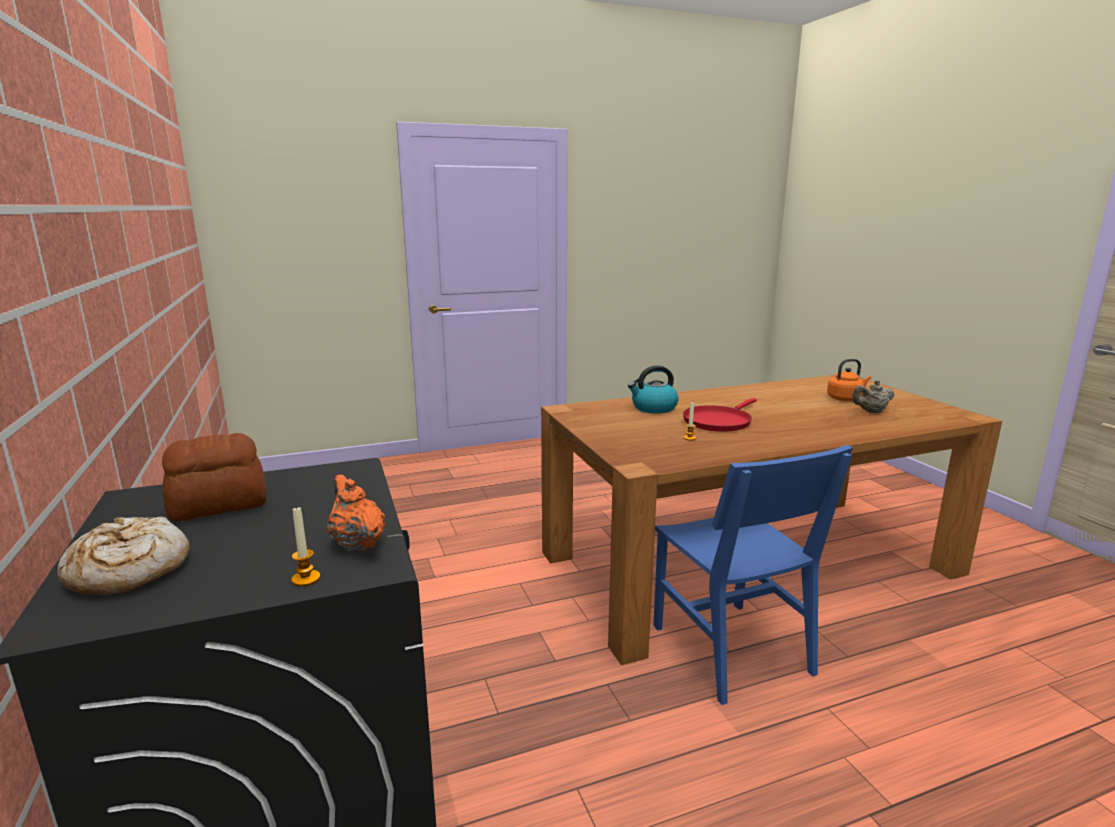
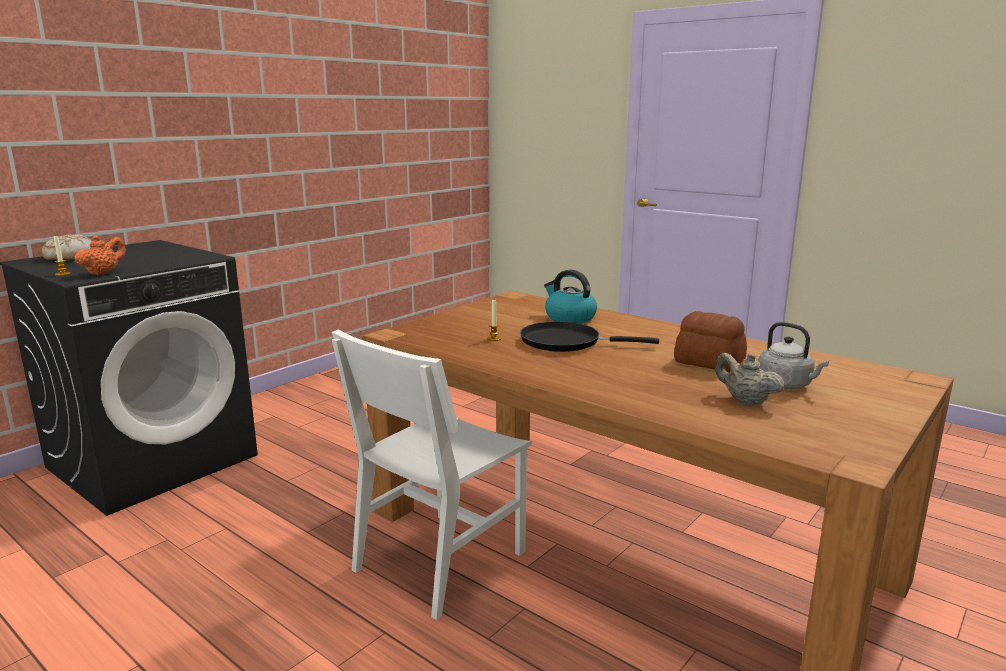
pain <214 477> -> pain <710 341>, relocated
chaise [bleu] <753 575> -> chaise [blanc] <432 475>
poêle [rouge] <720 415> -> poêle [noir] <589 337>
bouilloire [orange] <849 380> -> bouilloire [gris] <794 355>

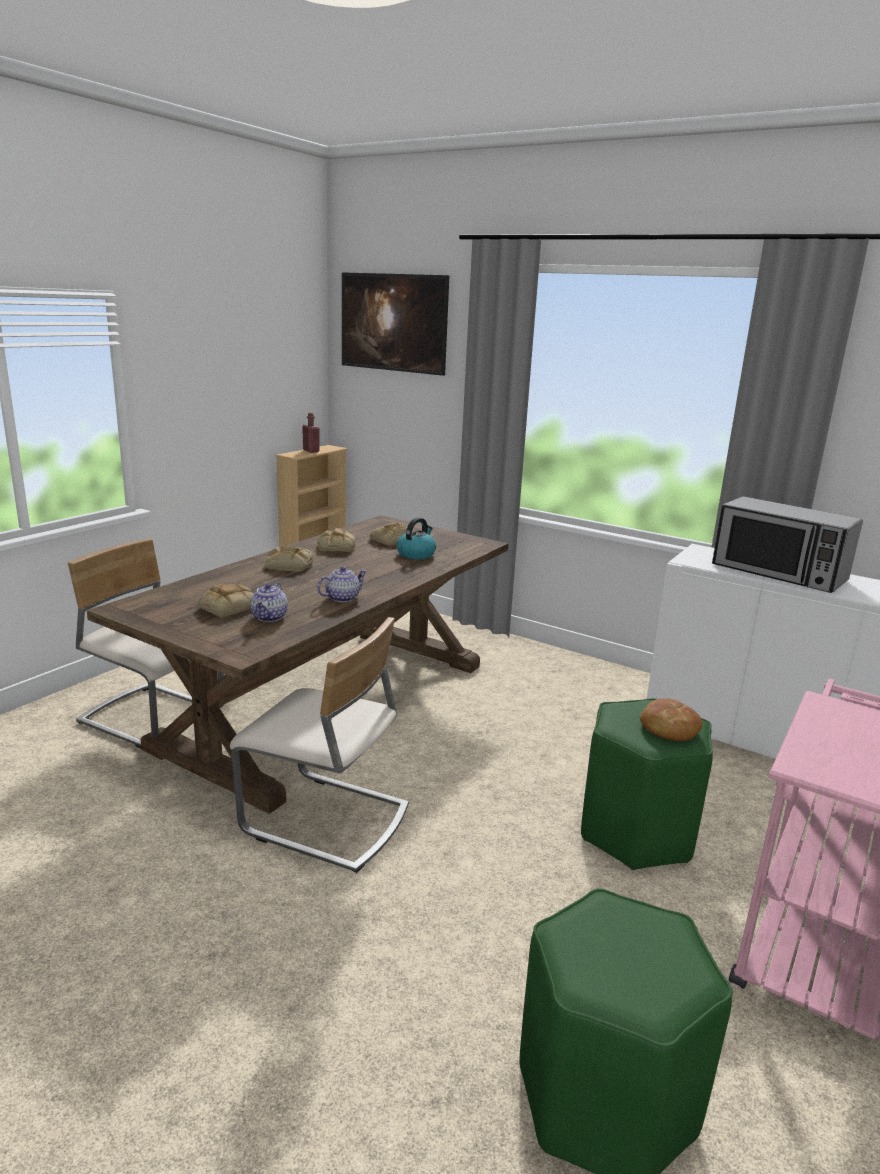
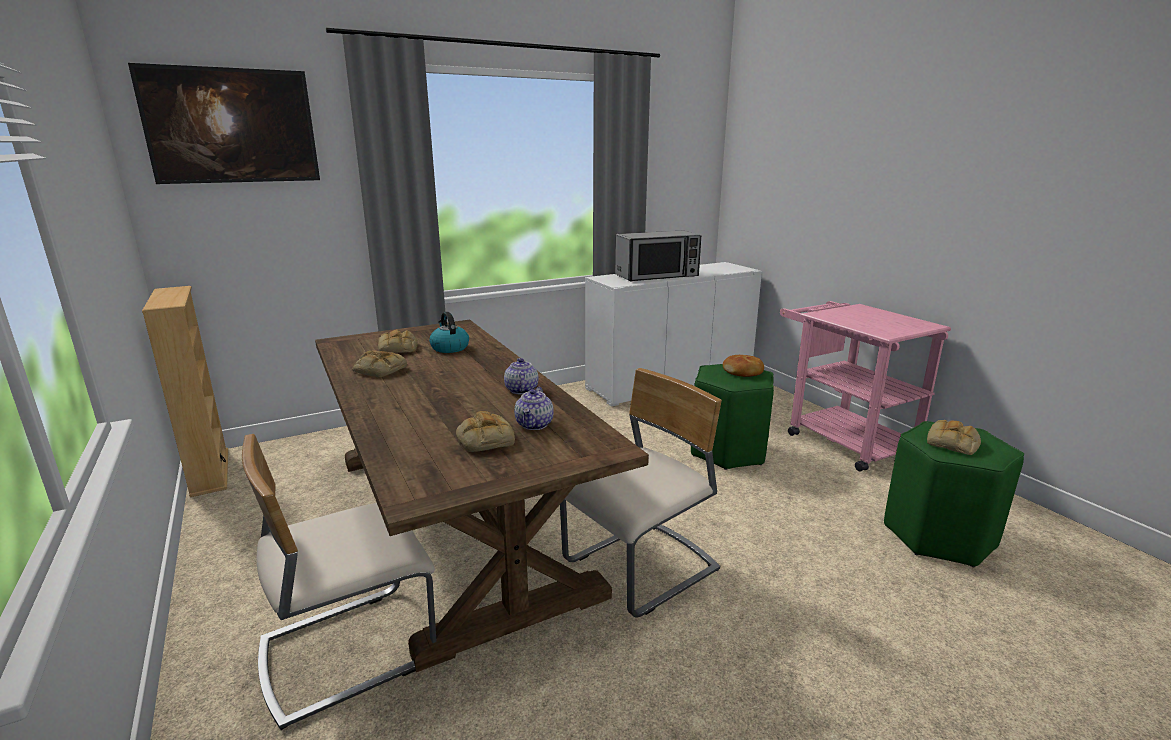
bouteille [rouge] <311 433> -> none
pain <289 559> -> pain <954 437>, relocated
théière <269 602> -> théière <534 408>, 60 degrees clockwise

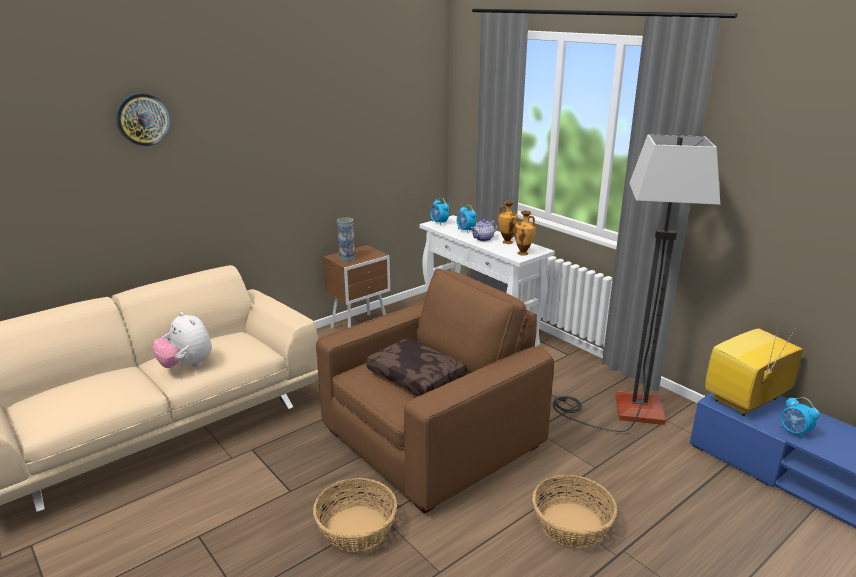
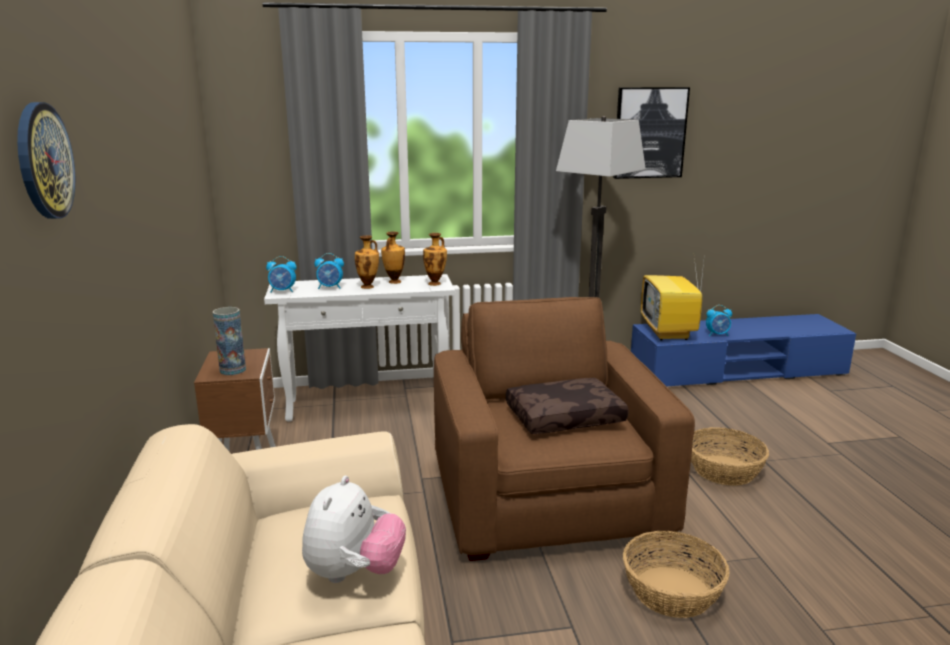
none -> tableau <651 133>
théière <484 230> -> vase <367 262>
peluche <182 340> -> peluche <354 529>, 60 degrees counterclockwise

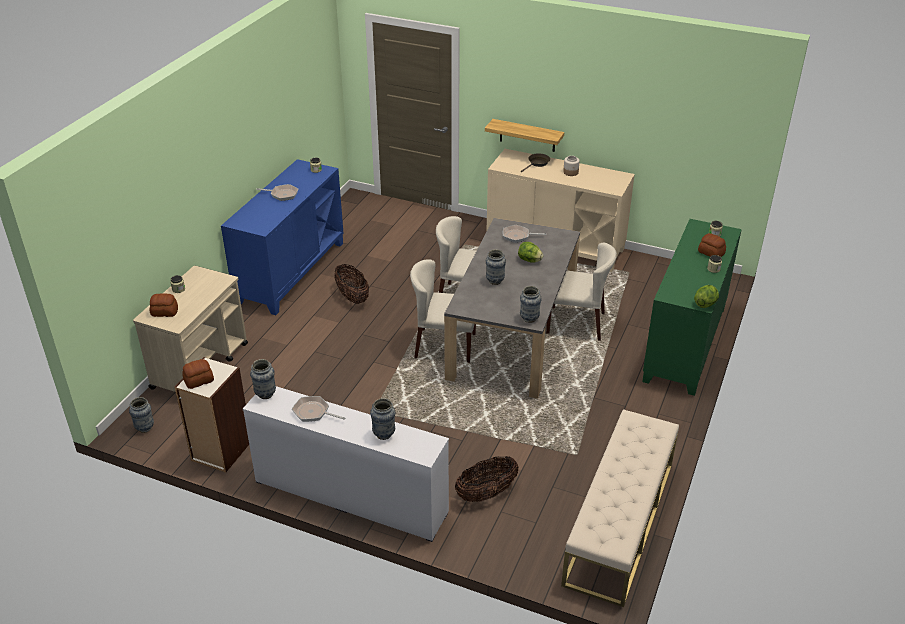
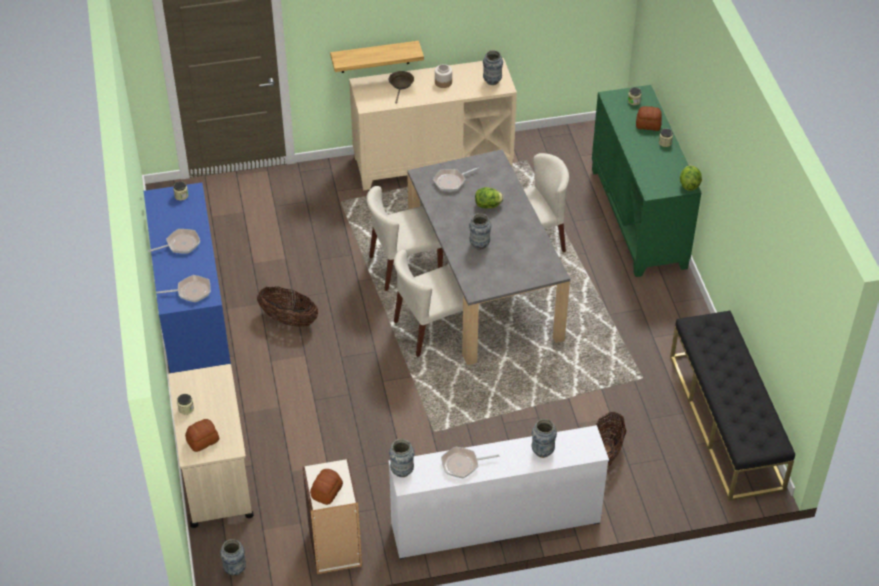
none -> poêle <184 288>
vase <531 304> -> vase <493 67>, relocated
banc [beige] <620 508> -> banc [noir] <732 405>

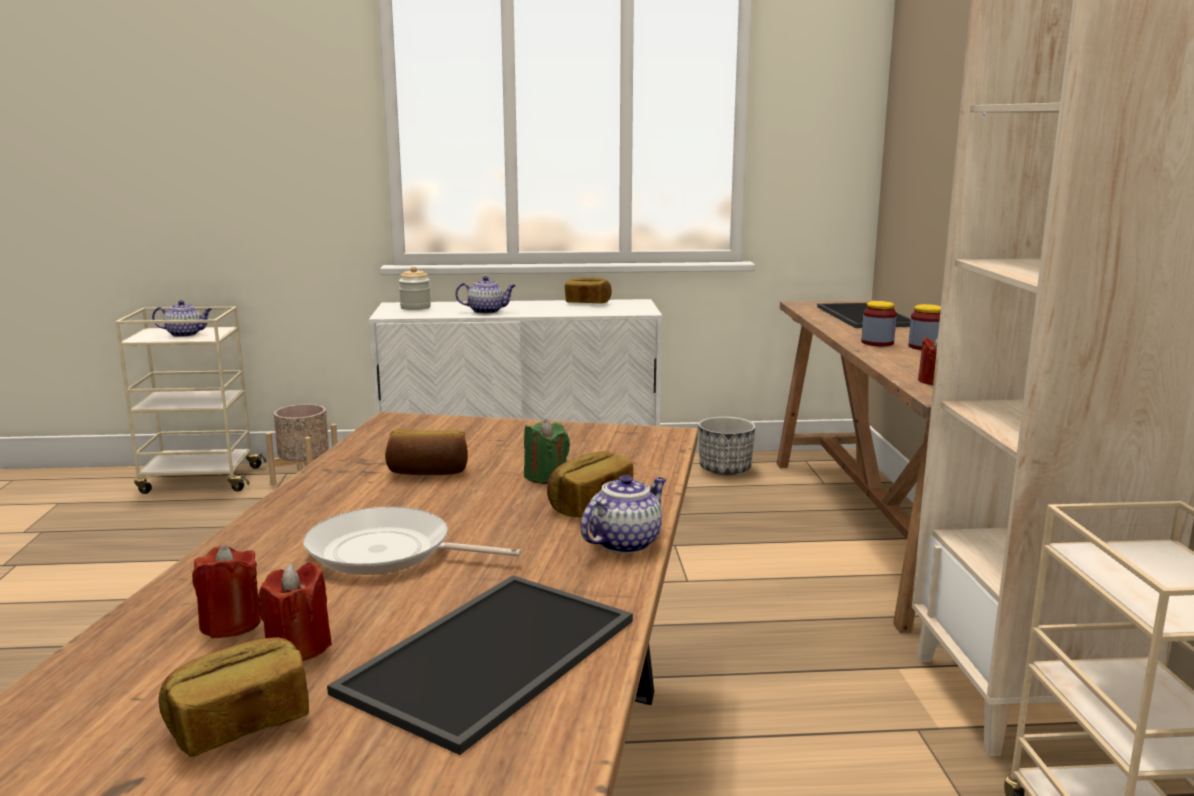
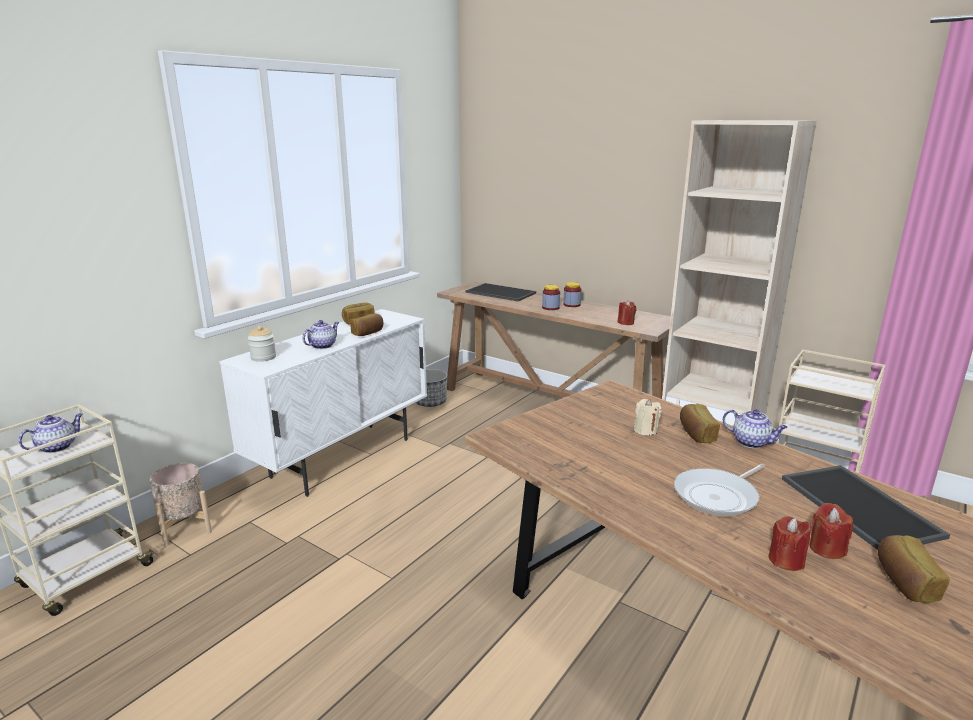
pain <426 452> -> pain <366 324>, relocated
bougie [vert] <547 451> -> bougie [beige] <647 417>
théière <624 514> -> théière <755 428>, 135 degrees clockwise

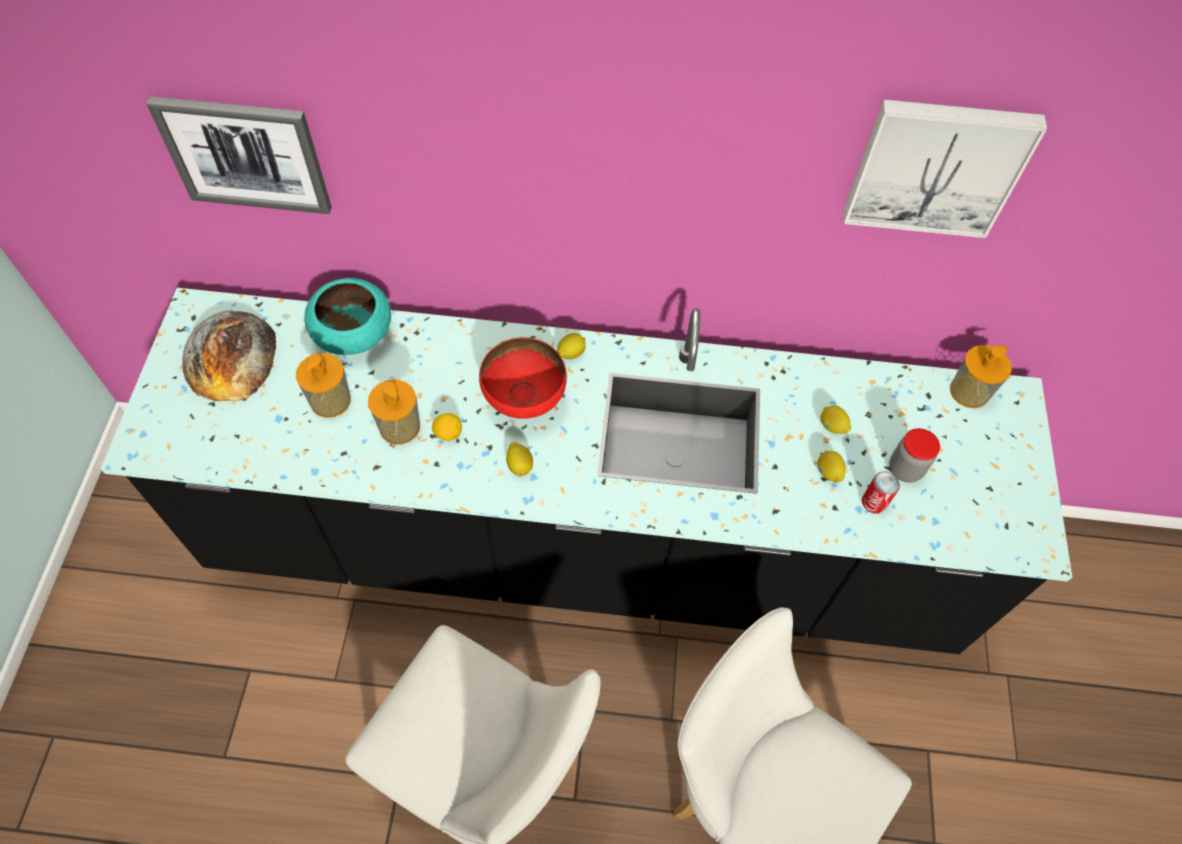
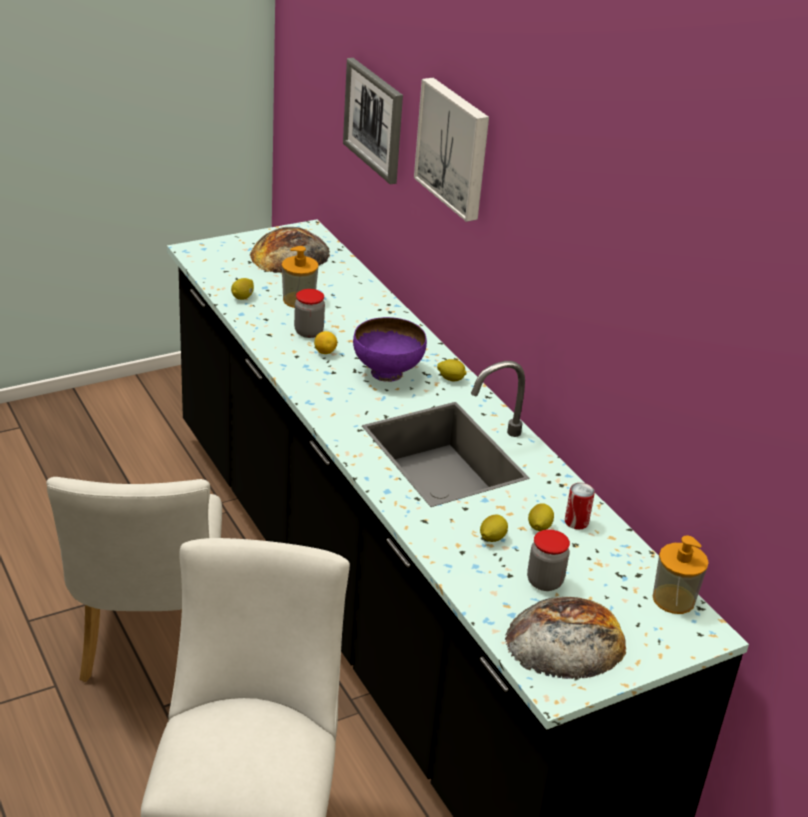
bol [turquoise] <347 316> -> none
none -> pain <565 638>
citron <519 458> -> citron <242 289>, relocated
tableau <945 168> -> tableau <451 150>, relocated
boîte métallique <881 492> -> boîte métallique <580 506>, relocated
distributeur de savon <394 412> -> bocal <309 313>
bol [rouge] <523 378> -> bol [violet] <390 349>

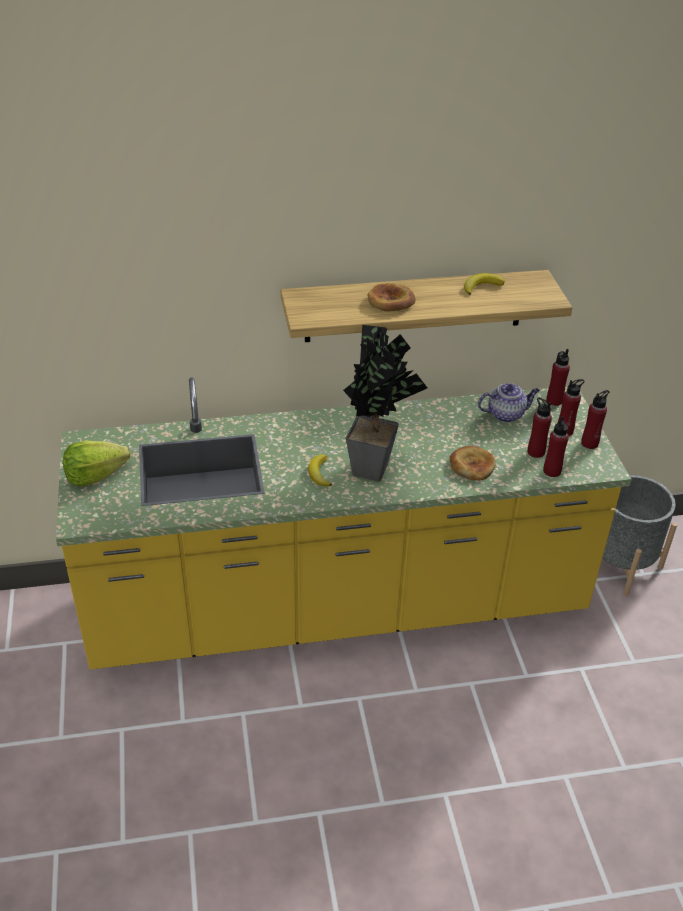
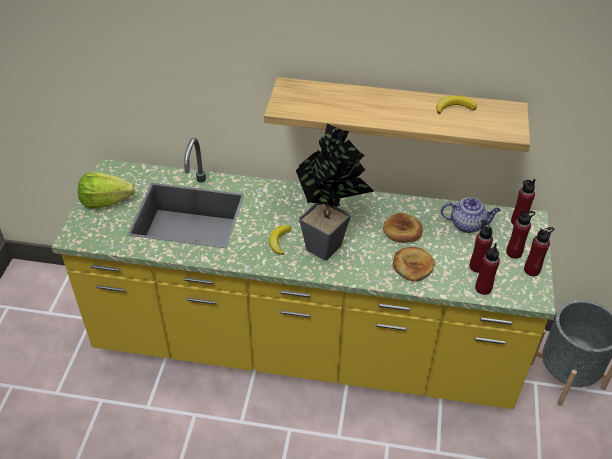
pain <392 297> -> pain <403 227>, relocated

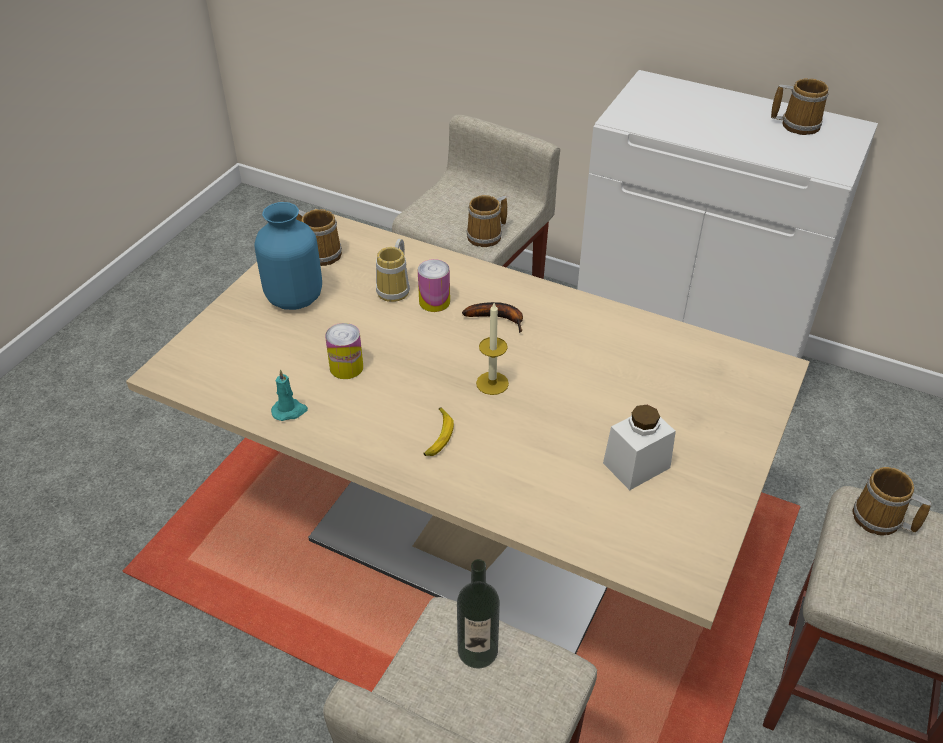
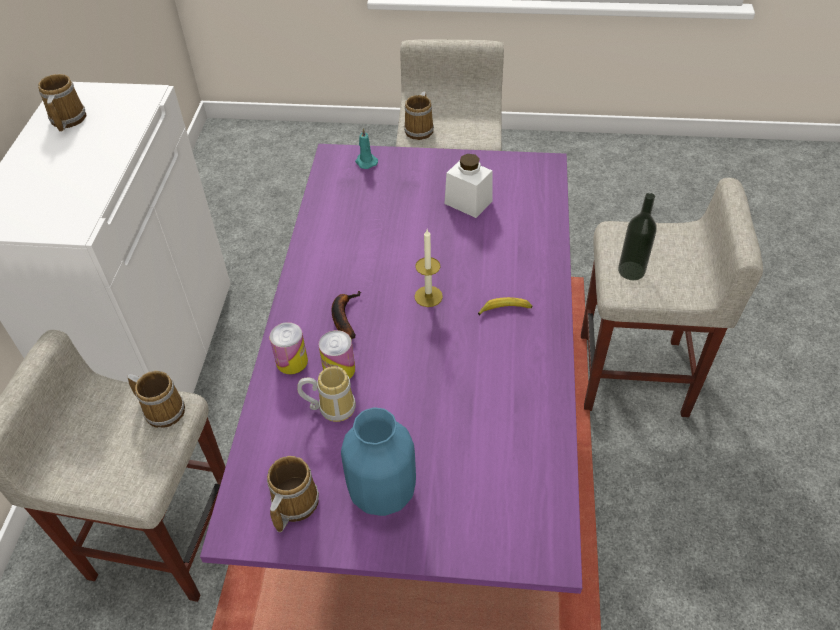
bougie [turquoise] <289 395> -> bougie [turquoise] <366 148>, relocated
boîte métallique <344 351> -> boîte métallique <288 348>, relocated
table à manger [beige] <468 431> -> table à manger [violet] <391 369>

